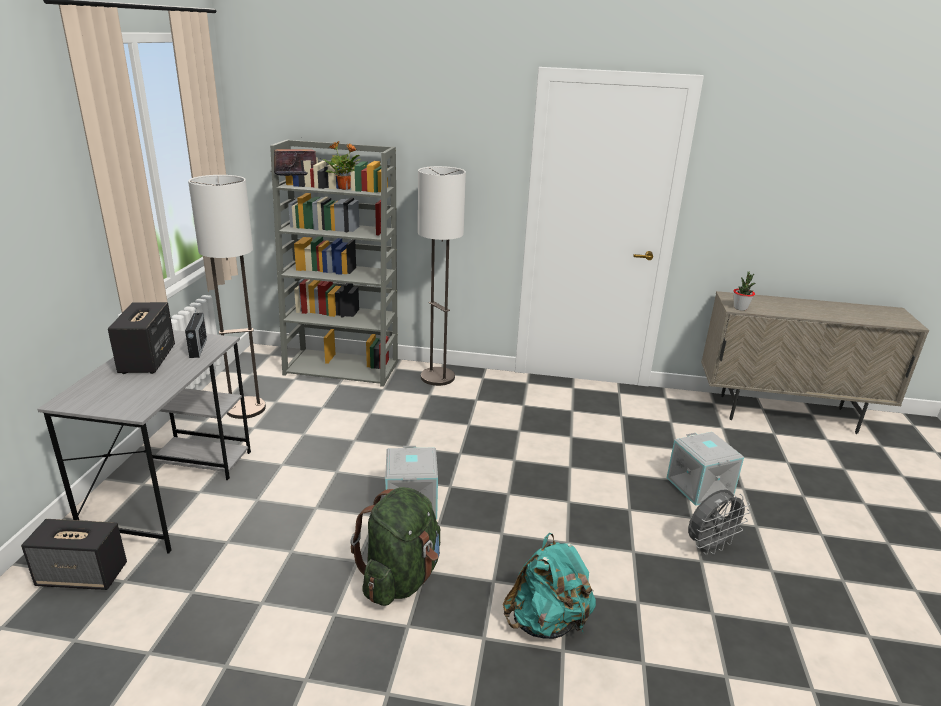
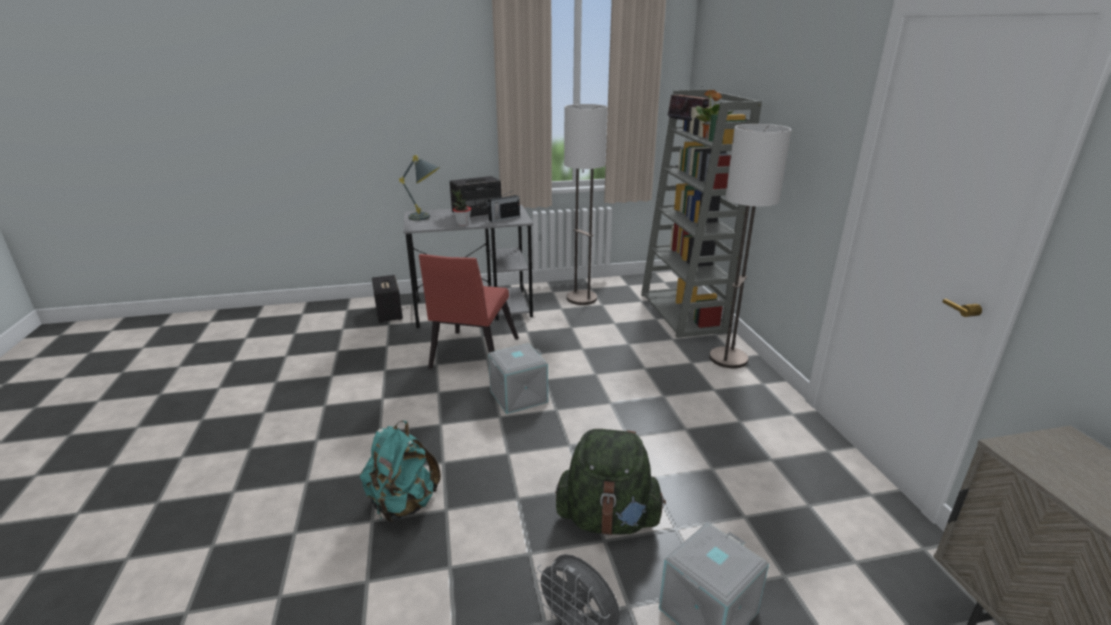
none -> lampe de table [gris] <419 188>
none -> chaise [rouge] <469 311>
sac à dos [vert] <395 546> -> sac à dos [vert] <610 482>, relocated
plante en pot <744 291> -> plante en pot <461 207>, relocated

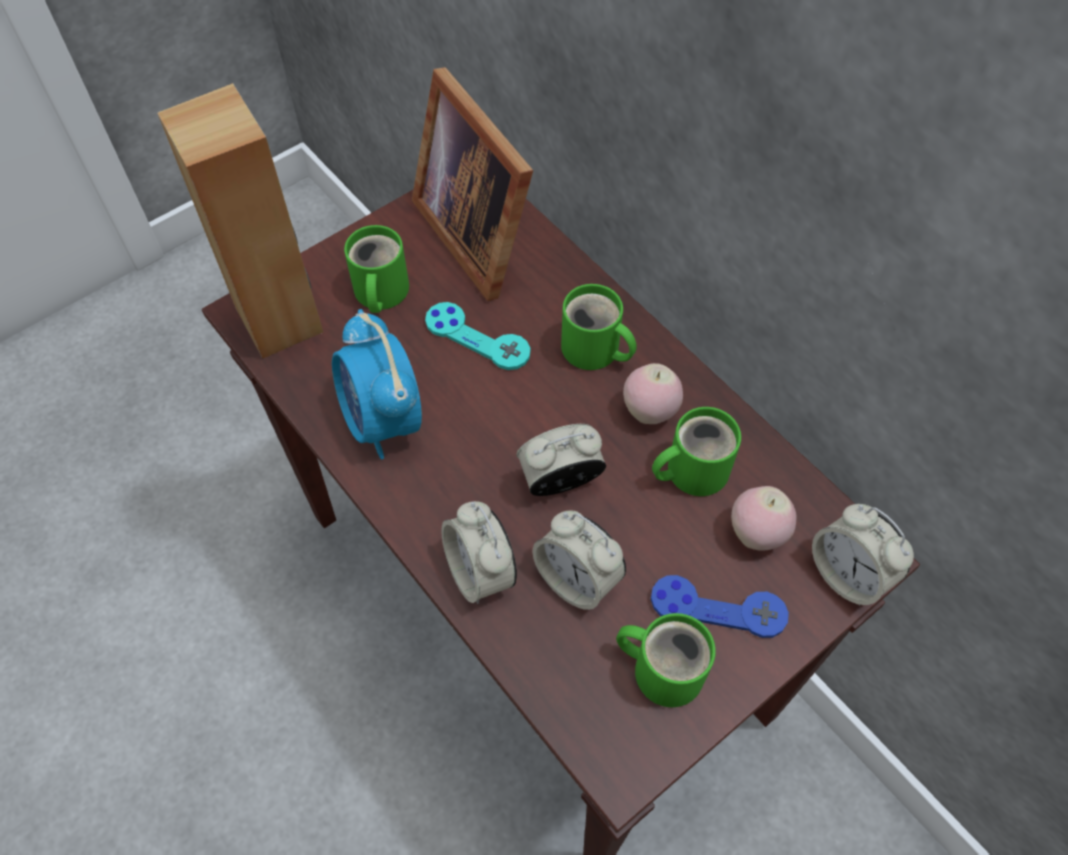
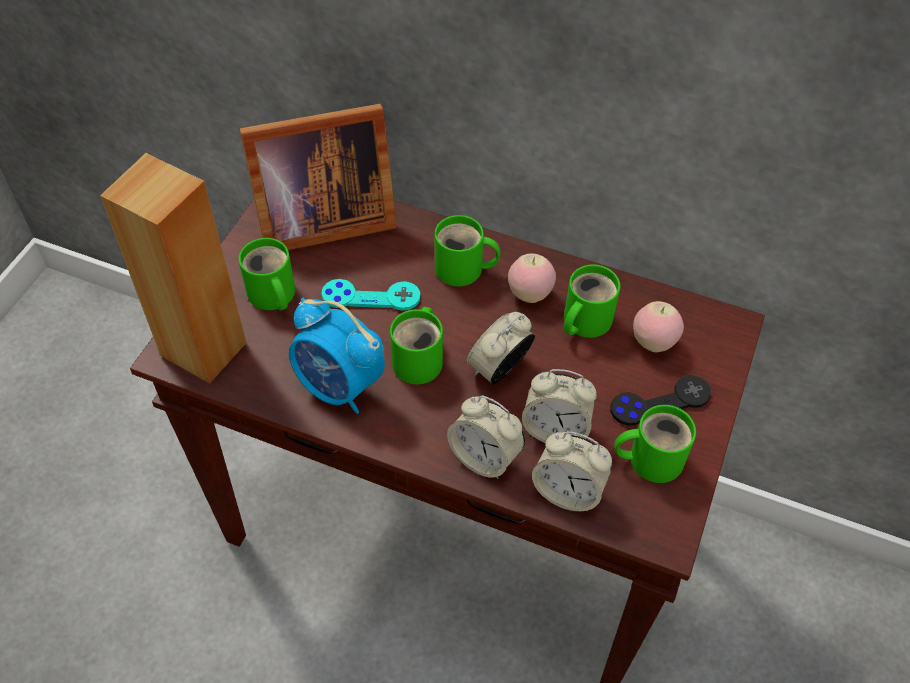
none -> mug [vert] <416 345>
réveil <863 555> -> réveil <572 471>, relocated
manette [bleu] <720 606> -> manette [noir] <660 400>
cadre photo <472 184> -> cadre photo <318 177>, 45 degrees counterclockwise

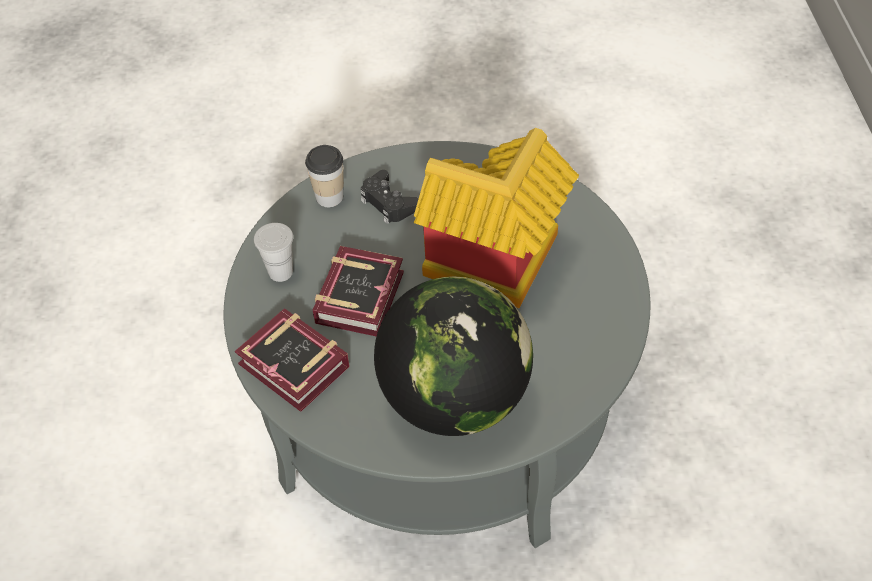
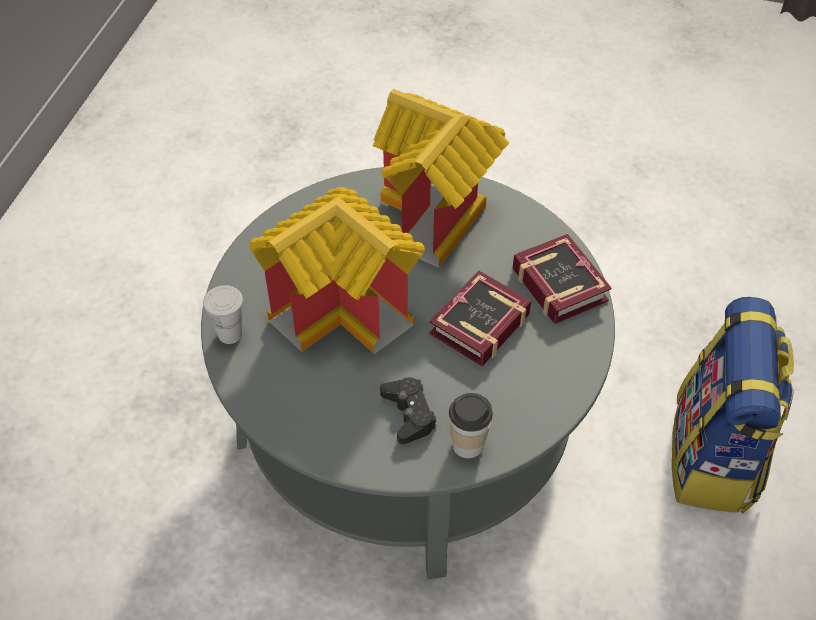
none -> sac à dos <733 405>
tasse [blanc] <273 252> -> tasse [blanc] <223 314>, relocated
globe <453 356> -> maison miniature <441 178>

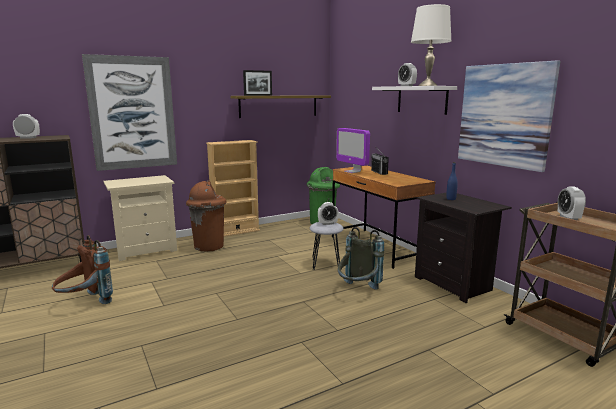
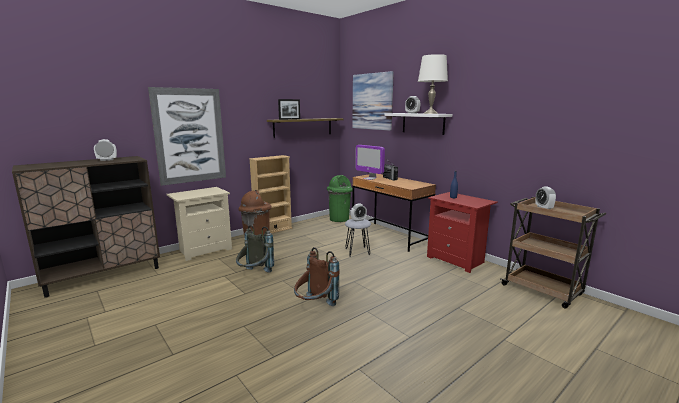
sac à dos [marron] <82 269> -> sac à dos [marron] <317 276>, relocated
sac à dos [gris] <361 258> -> sac à dos [gris] <255 249>, relocated
tableau <509 116> -> tableau <373 101>, relocated
table de chevet [noir] <463 248> -> table de chevet [rouge] <462 232>

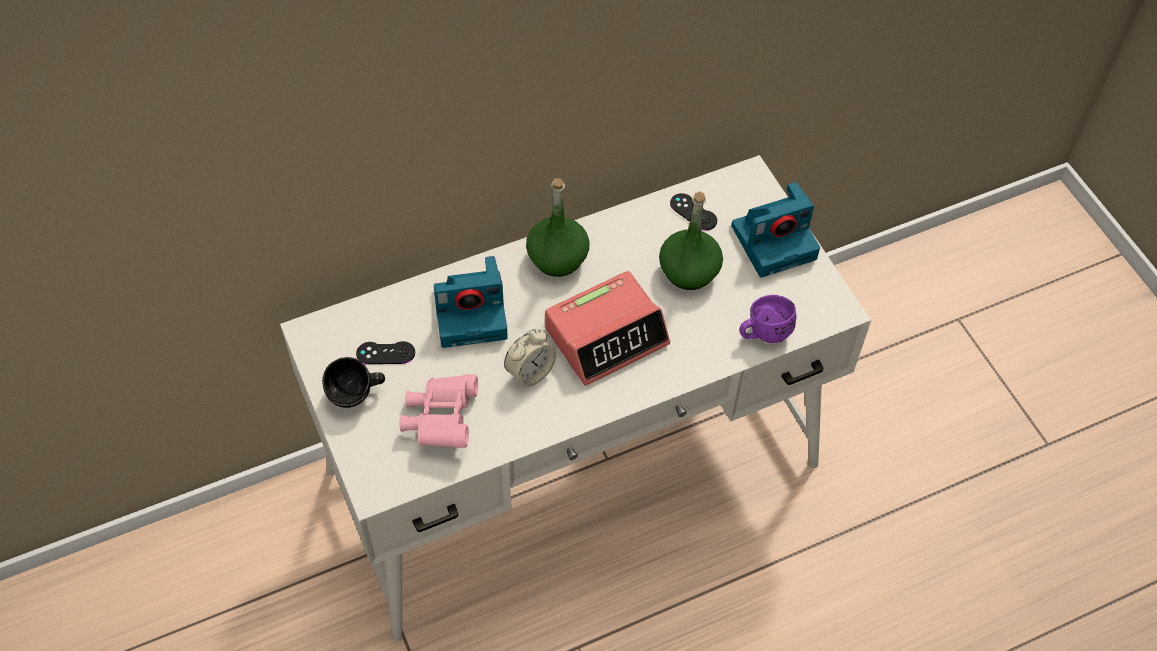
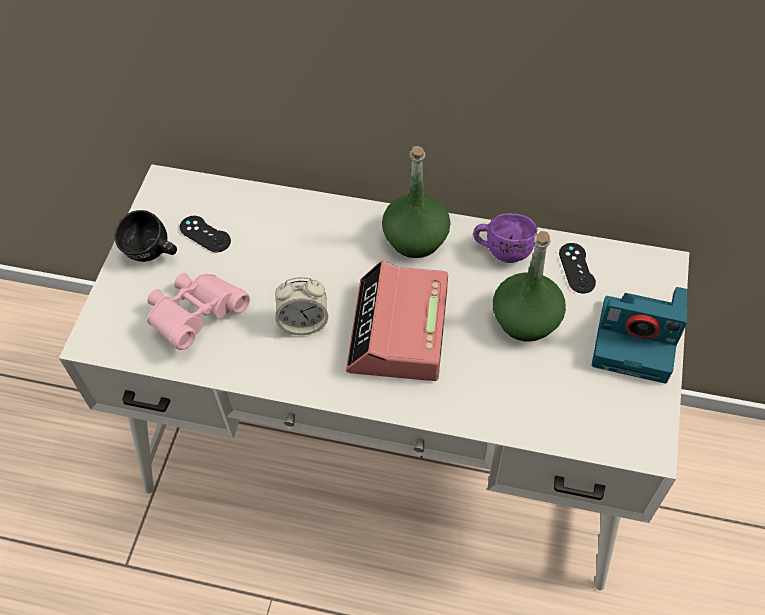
appareil photo <471 302> -> none
mug [violet] <768 319> -> mug [violet] <505 238>, relocated
réveil <607 328> -> réveil <397 321>, 90 degrees clockwise

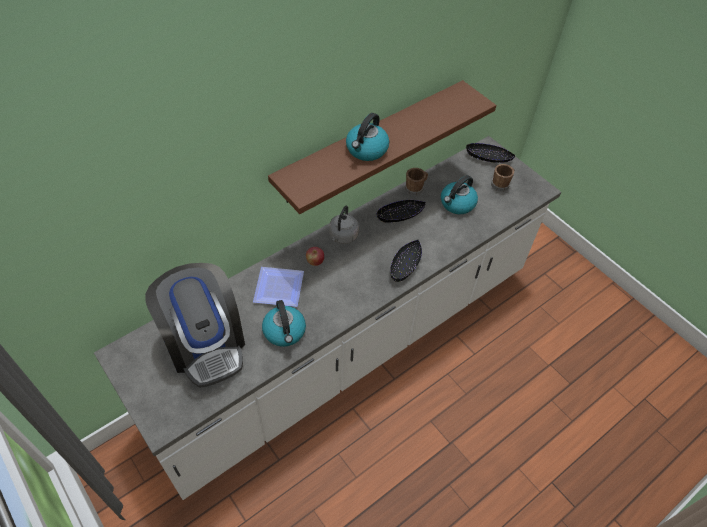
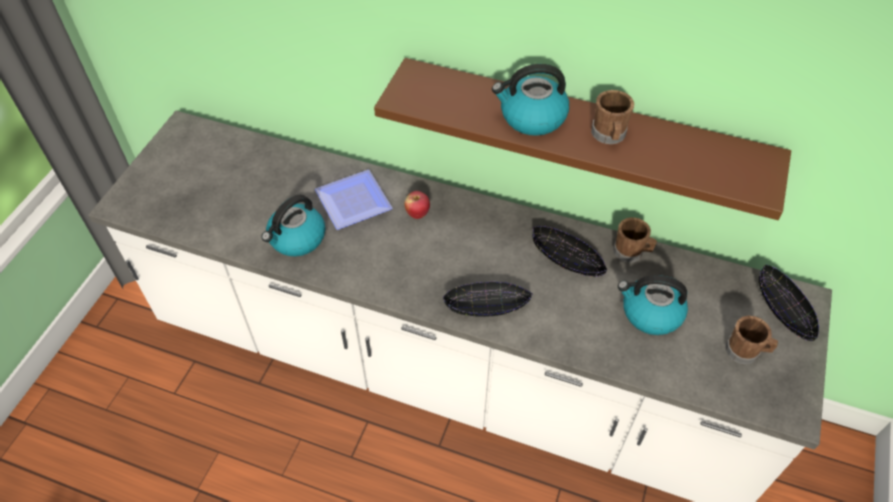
machine à café <195 325> -> none
bouilloire [gris] <344 225> -> none
none -> mug [marron] <612 117>

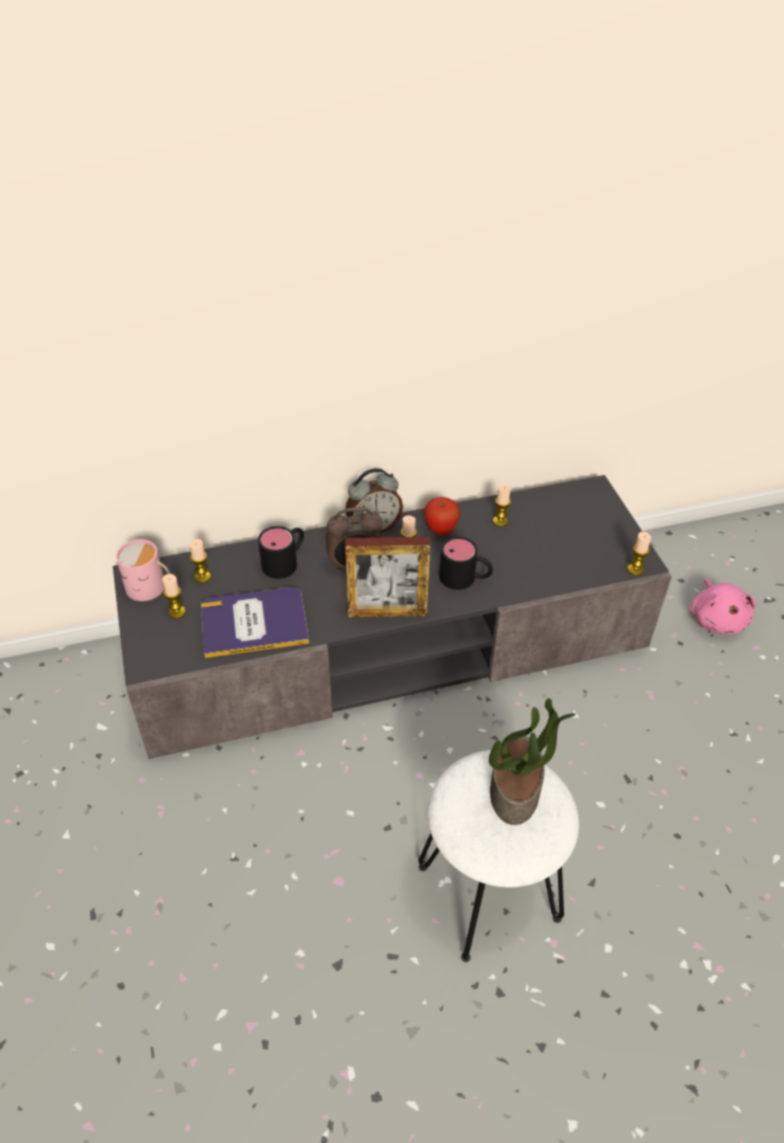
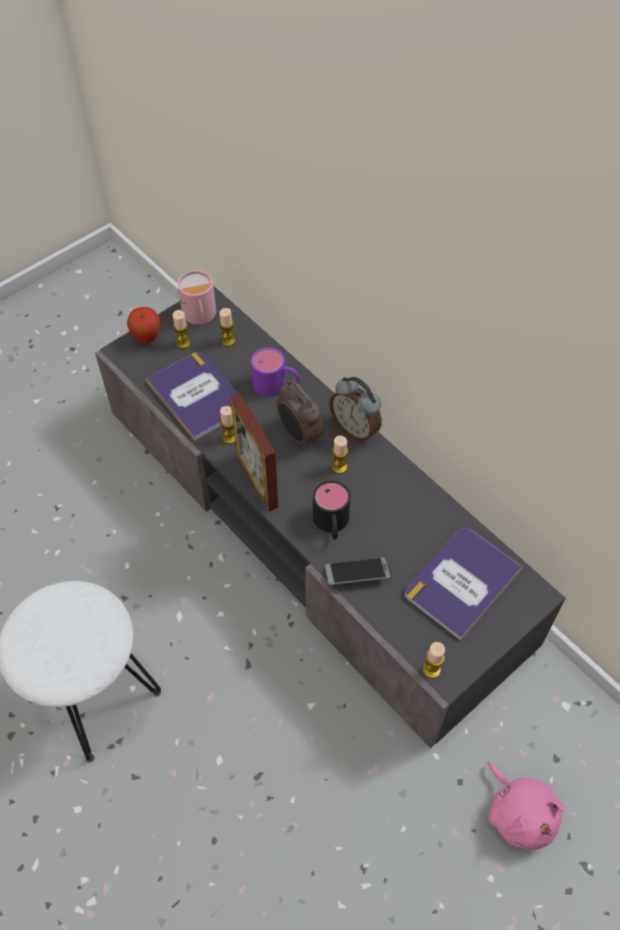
plante en pot <532 761> -> none
none -> téléphone <357 571>
none -> livre <464 584>
pomme <442 516> -> pomme <143 325>, relocated
bougie <502 506> -> bougie <227 425>, relocated
mug [noir] <281 552> -> mug [violet] <275 372>
peluche [rose] <723 606> -> peluche [rose] <526 806>, 90 degrees counterclockwise

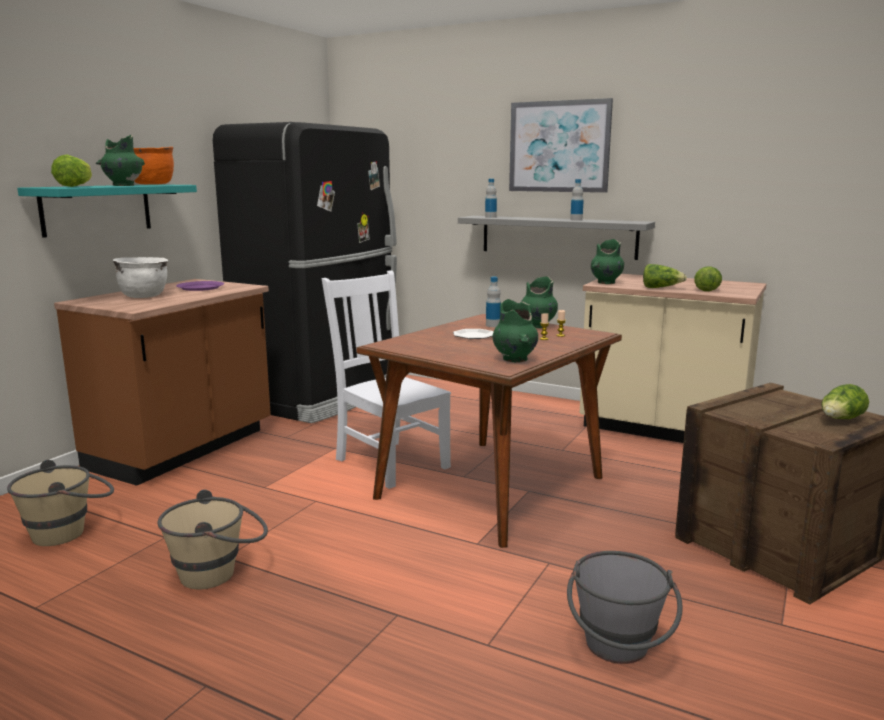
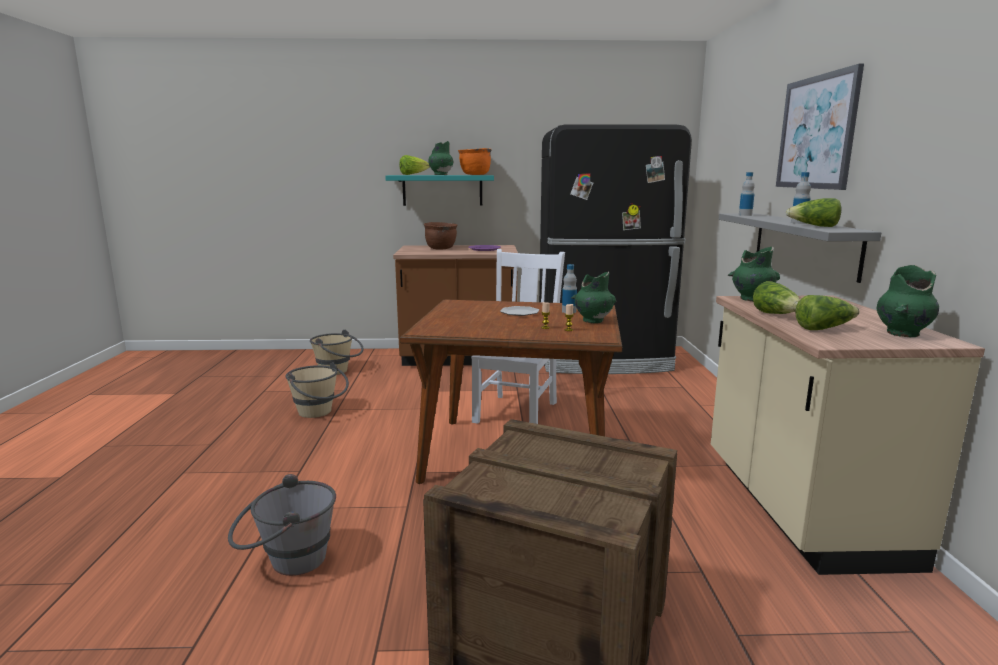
vase [vert] <515 331> -> vase [vert] <908 301>, relocated
laitue <845 401> -> laitue <813 212>, relocated
marmite [blanc] <140 277> -> marmite [marron] <440 236>

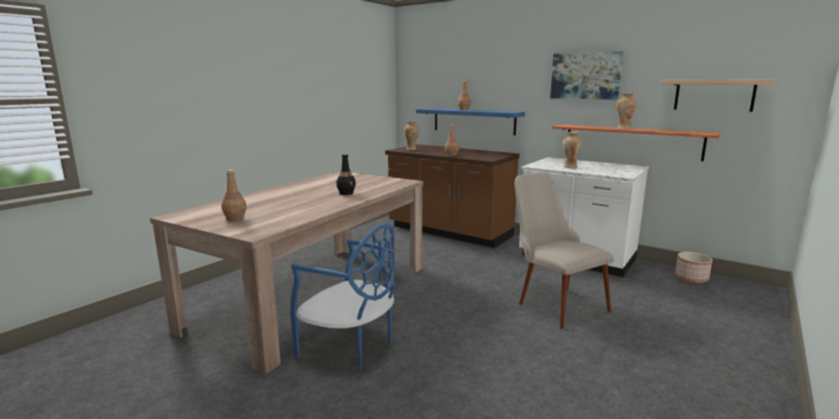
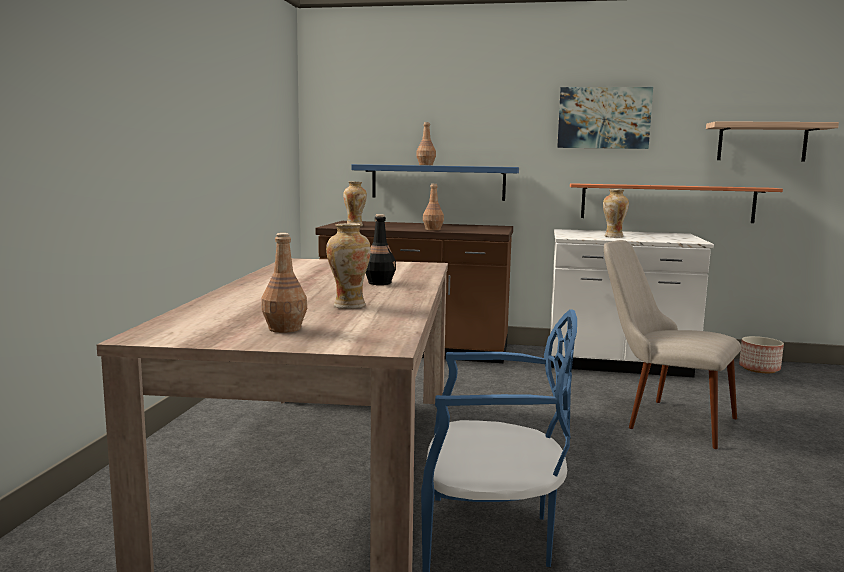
vase <627 111> -> vase <348 266>, relocated

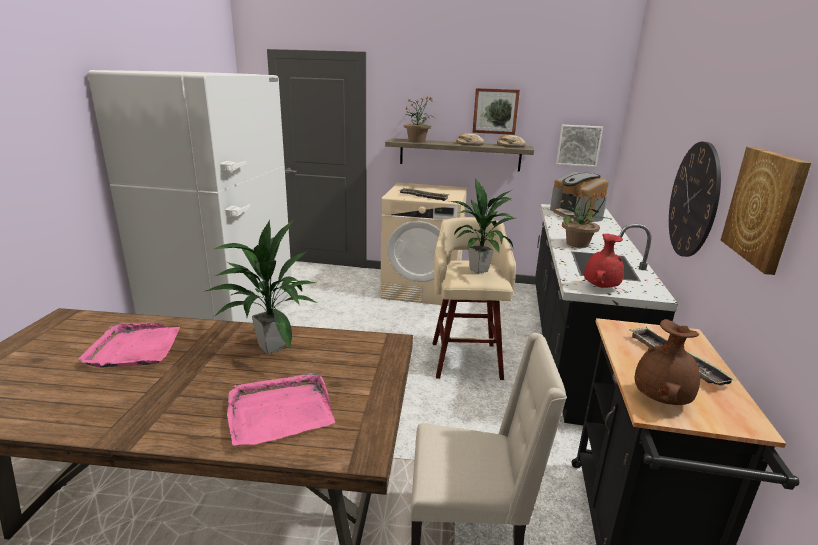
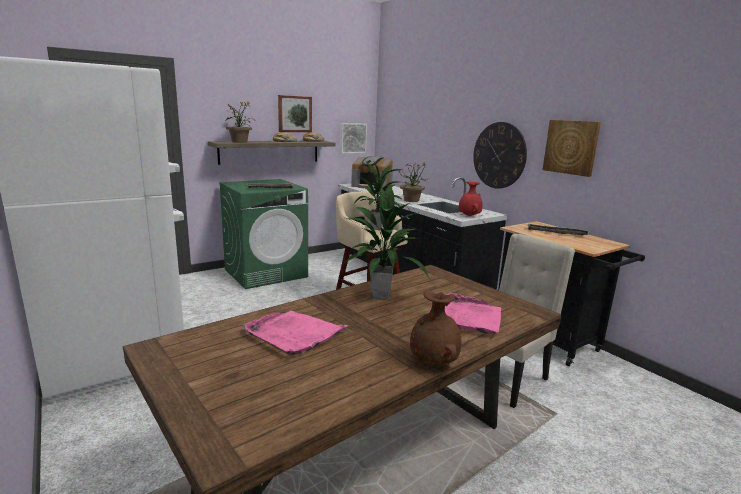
vase [marron] <667 362> -> vase [marron] <435 327>, relocated
lave-linge [beige] <423 244> -> lave-linge [vert] <263 234>

